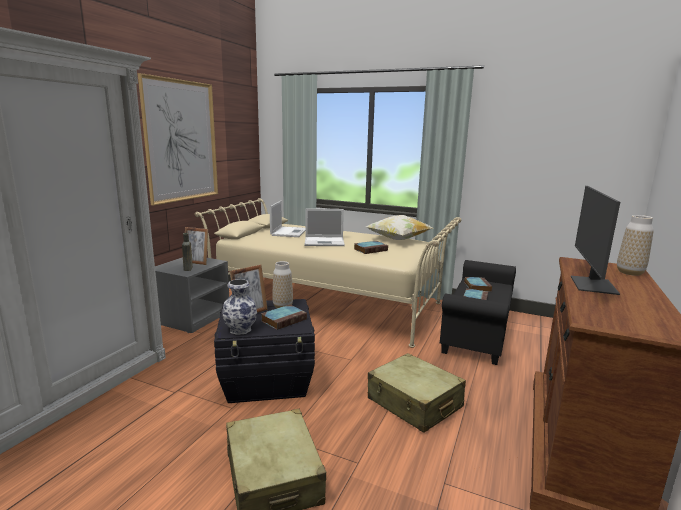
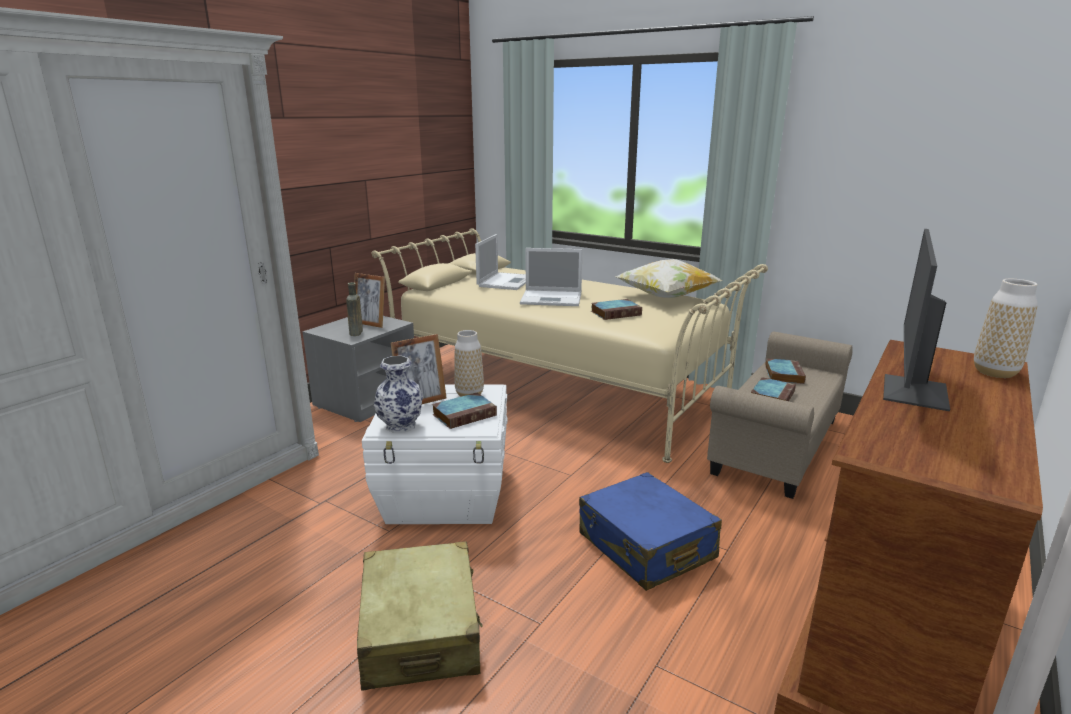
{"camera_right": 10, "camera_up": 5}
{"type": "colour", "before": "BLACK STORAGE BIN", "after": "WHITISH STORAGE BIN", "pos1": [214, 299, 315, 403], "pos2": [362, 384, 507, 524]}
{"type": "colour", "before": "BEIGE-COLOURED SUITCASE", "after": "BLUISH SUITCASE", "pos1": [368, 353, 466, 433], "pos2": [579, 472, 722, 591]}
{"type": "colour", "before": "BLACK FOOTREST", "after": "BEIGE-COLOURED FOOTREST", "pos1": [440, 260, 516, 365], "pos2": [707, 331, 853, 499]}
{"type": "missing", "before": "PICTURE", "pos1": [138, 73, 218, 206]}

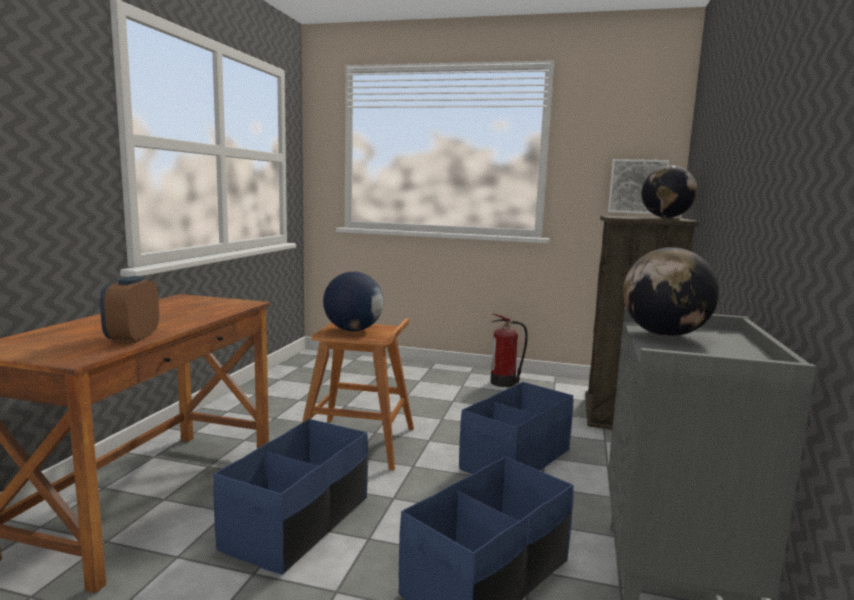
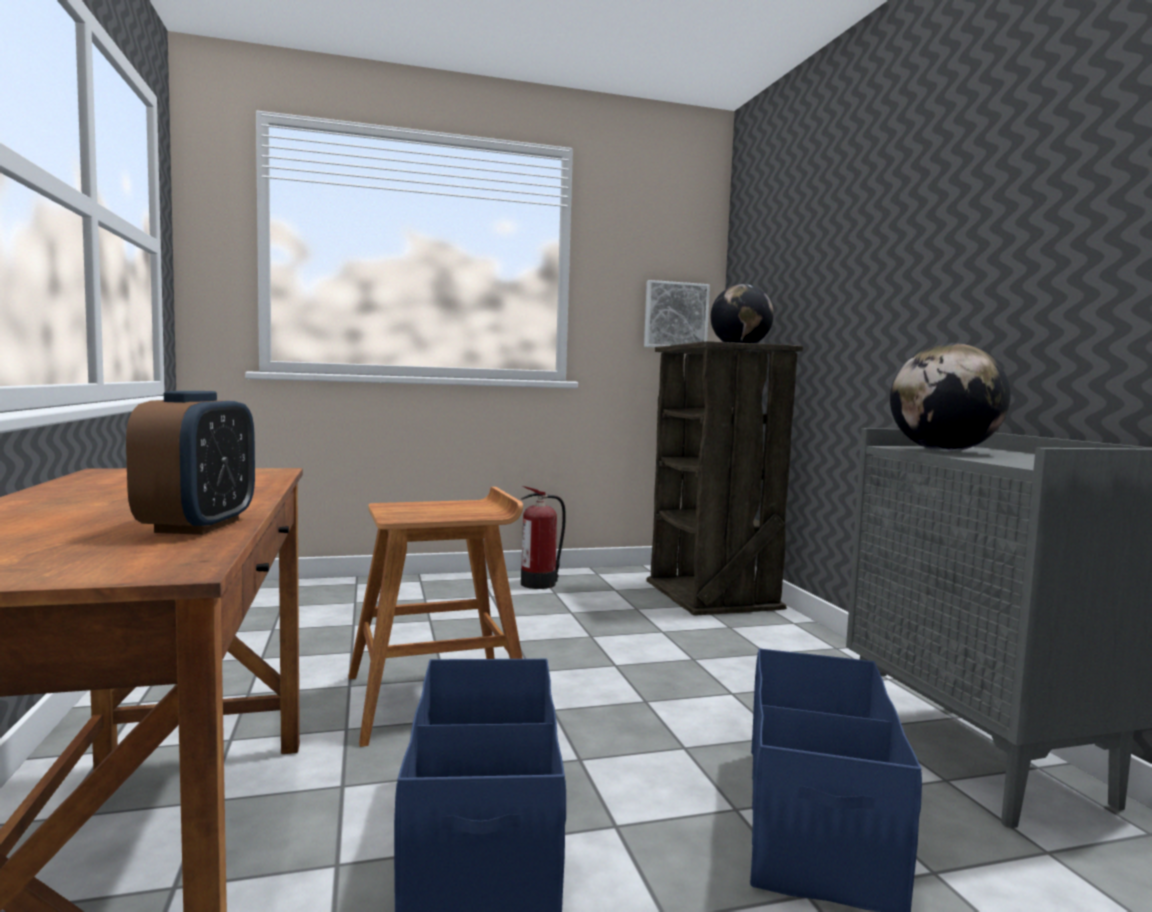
{"camera_right": -30, "camera_up": -5}
{"type": "spun", "before": "ALARM CLOCK", "pos1": [100, 276, 159, 343], "pos2": [126, 391, 255, 535], "turn": -150}
{"type": "missing", "before": "DESK GLOBE", "pos1": [323, 272, 384, 331]}
{"type": "missing", "before": "BLUISH STORAGE BIN", "pos1": [459, 382, 573, 474]}

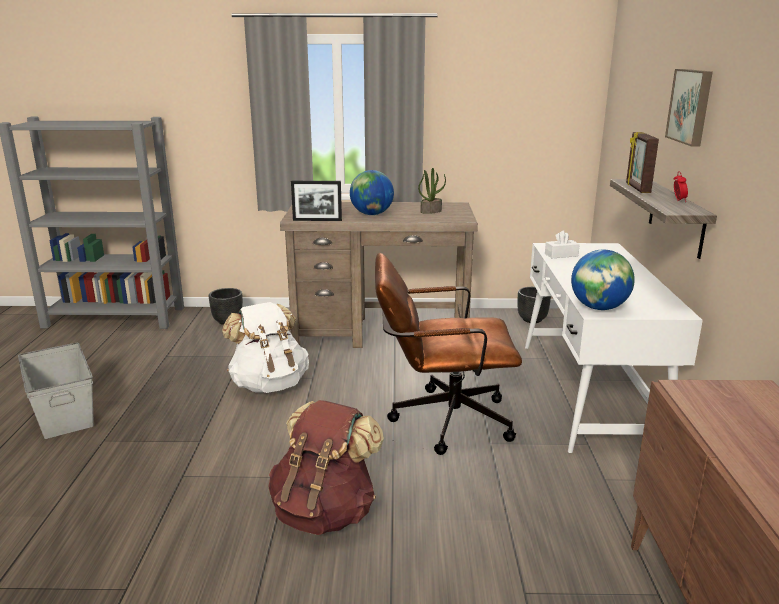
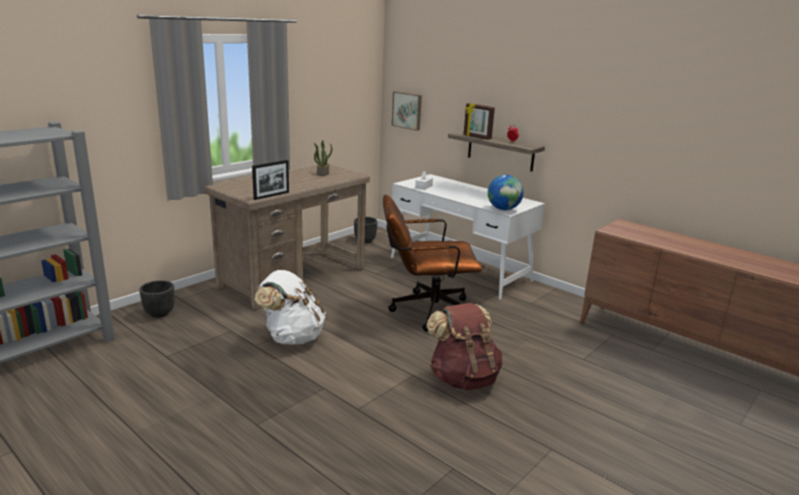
{"camera_right": -50, "camera_up": 0}
{"type": "spun", "before": "BROWNISH DESK CHAIR", "pos1": [375, 253, 522, 455], "pos2": [383, 195, 482, 332], "turn": 45}
{"type": "relocated", "before": "PICTURE", "pos1": [665, 69, 713, 147], "pos2": [392, 91, 422, 131]}
{"type": "missing", "before": "GRAY STORAGE BIN", "pos1": [18, 343, 94, 439]}
{"type": "missing", "before": "DESK GLOBE", "pos1": [350, 170, 394, 215]}

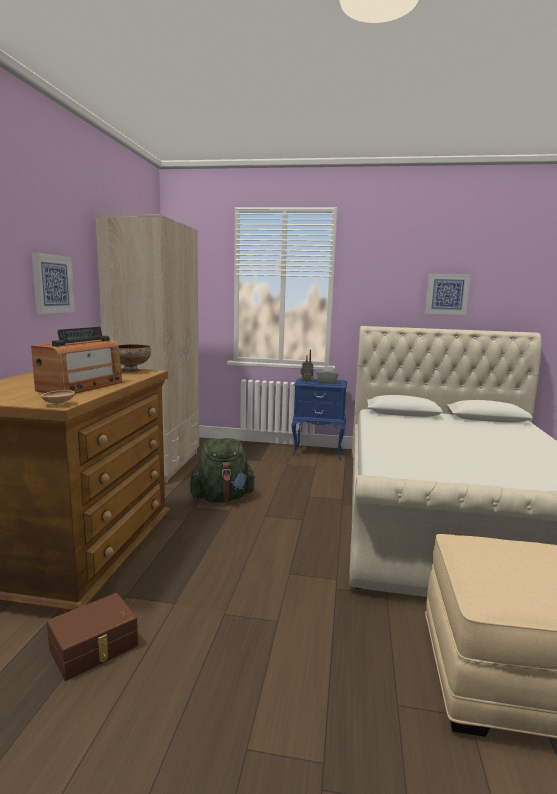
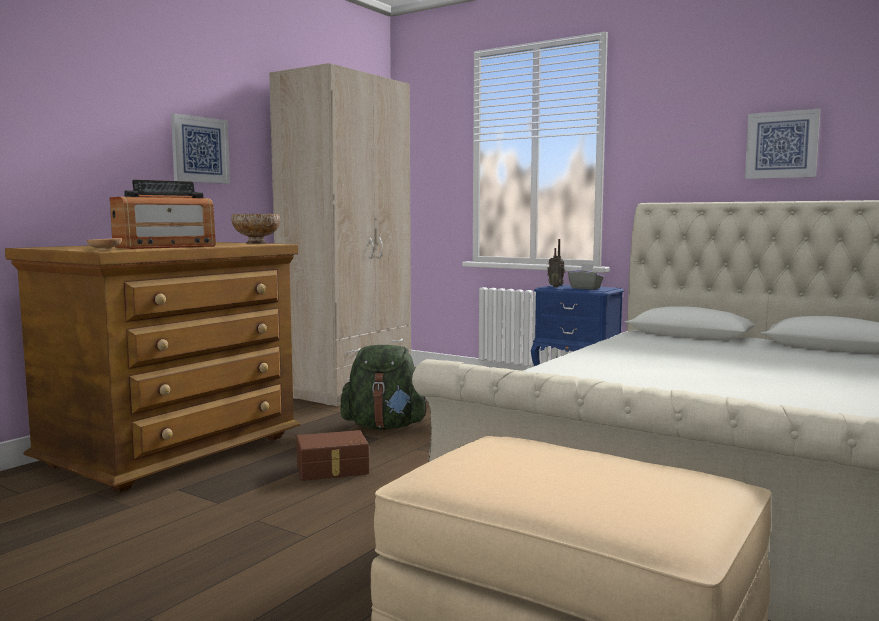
{"camera_right": 25, "camera_up": -5}
{"type": "relocated", "before": "BROWNISH STORAGE BIN", "pos1": [47, 593, 138, 681], "pos2": [296, 430, 369, 481]}

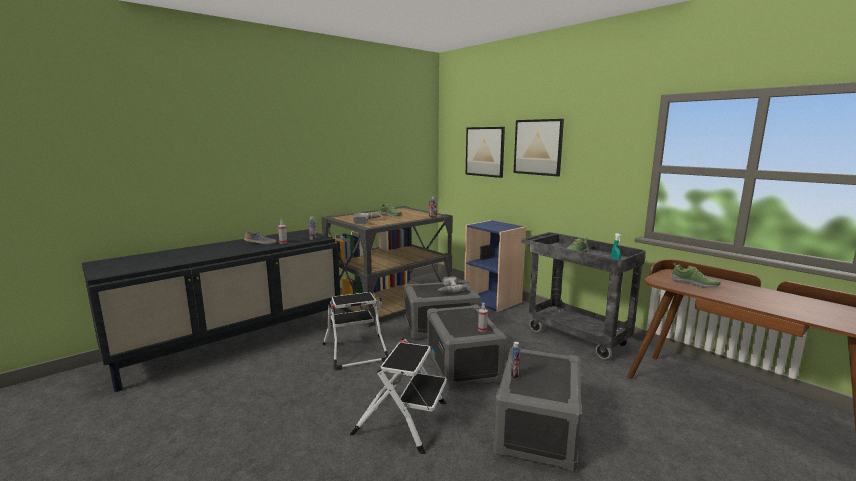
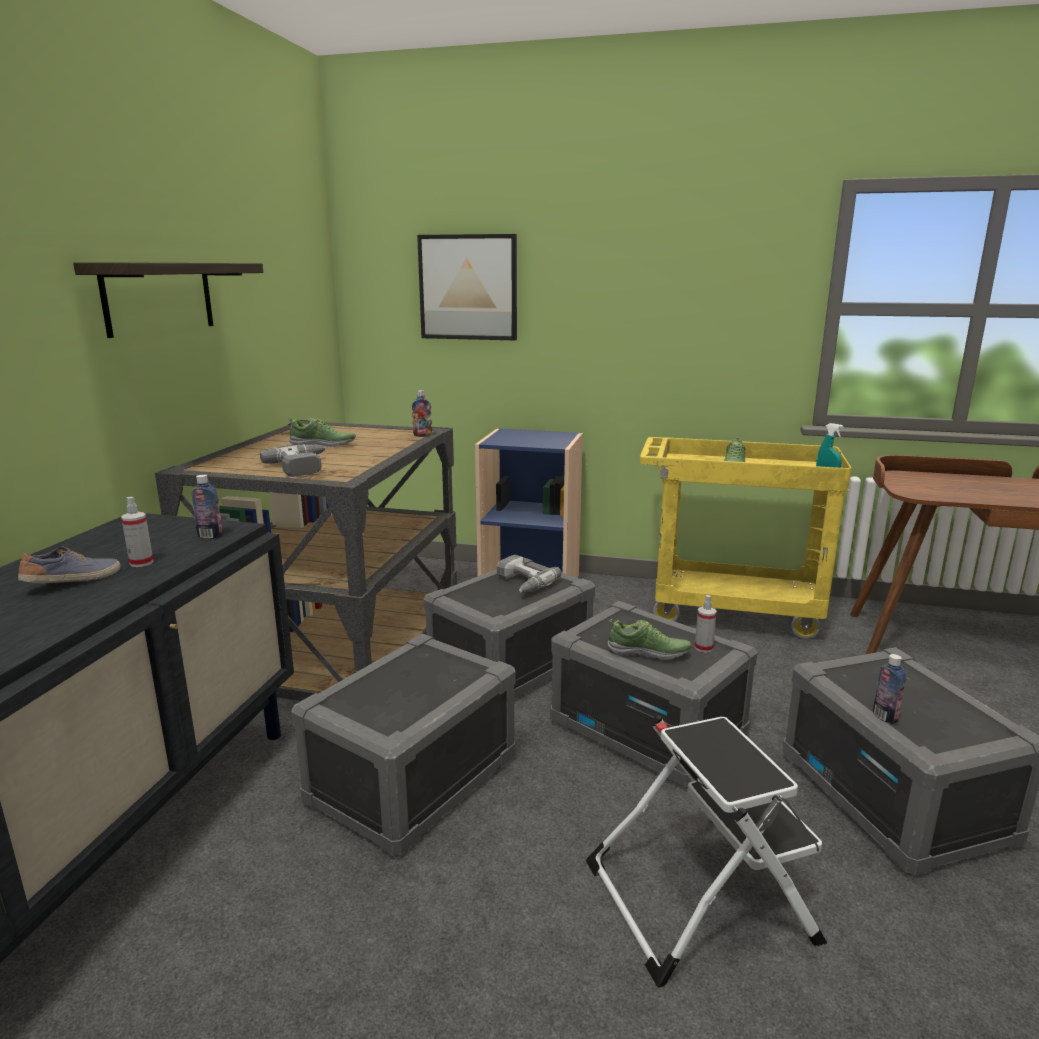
{"camera_right": -35, "camera_up": 5}
{"type": "appeared", "after": "WALL SHELF", "pos2": [73, 262, 263, 338]}
{"type": "exchanged", "before": "STEP LADDER", "after": "GRAY STORAGE BIN", "pos1": [323, 292, 388, 370], "pos2": [291, 633, 516, 857]}
{"type": "relocated", "before": "SHOE", "pos1": [671, 263, 721, 287], "pos2": [608, 619, 692, 660]}
{"type": "colour", "before": "GRAY WHEELED CART", "after": "YELLOW-COLOURED WHEELED CART", "pos1": [522, 232, 646, 359], "pos2": [640, 437, 851, 639]}
{"type": "missing", "before": "PICTURE", "pos1": [514, 119, 564, 177]}

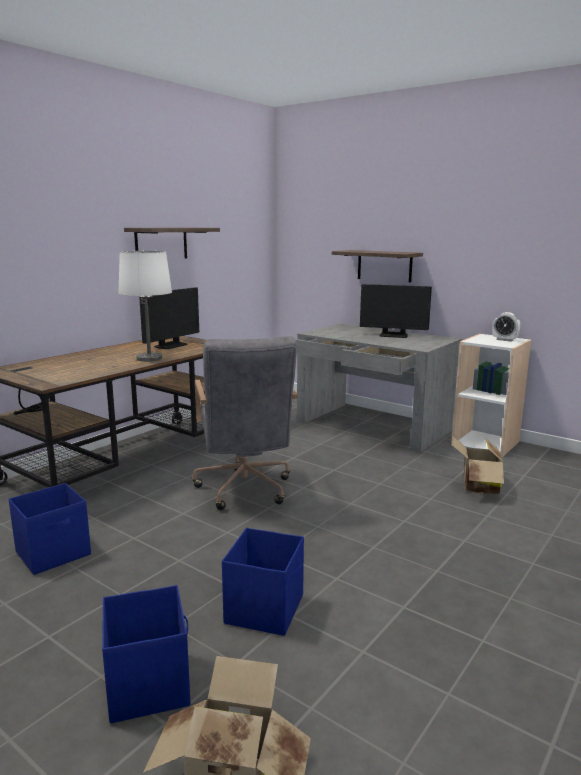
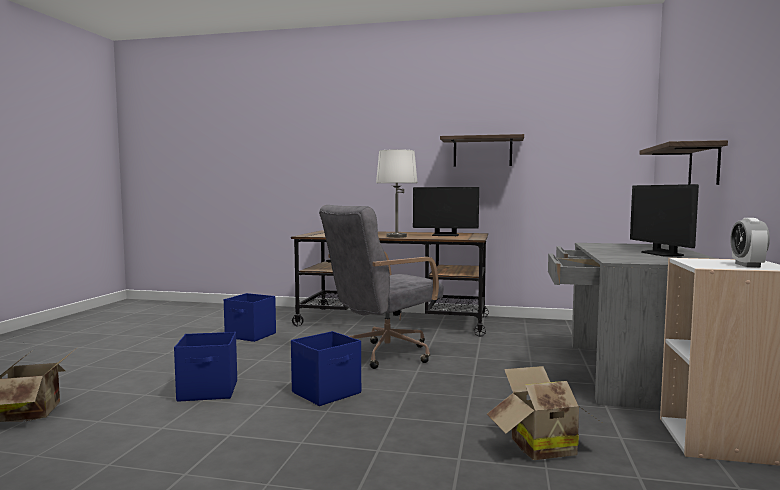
{"camera_right": 65, "camera_up": -10}
{"type": "relocated", "before": "BLUISH STORAGE BIN", "pos1": [102, 585, 190, 723], "pos2": [291, 331, 361, 406]}

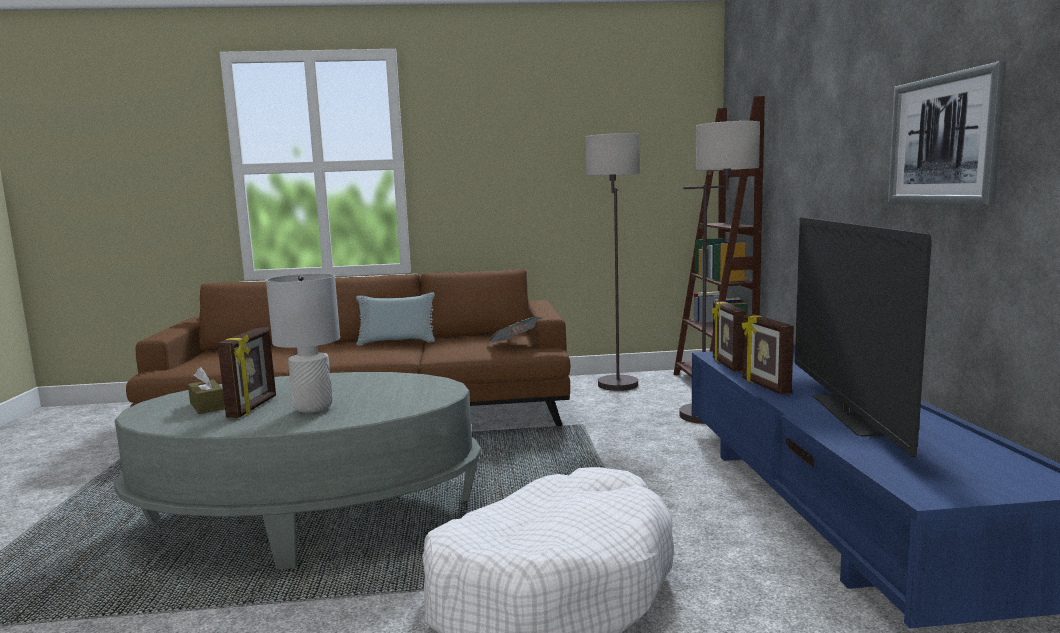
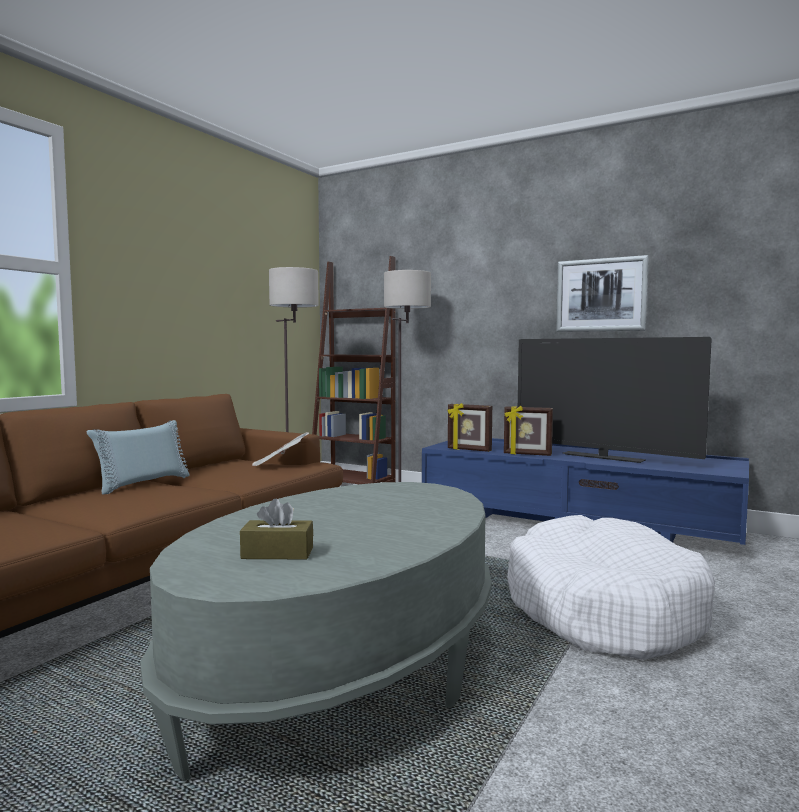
{"camera_right": -55, "camera_up": -5}
{"type": "missing", "before": "PICTURE FRAME", "pos1": [217, 328, 276, 418]}
{"type": "missing", "before": "GRAY TABLE LAMP", "pos1": [266, 273, 340, 413]}

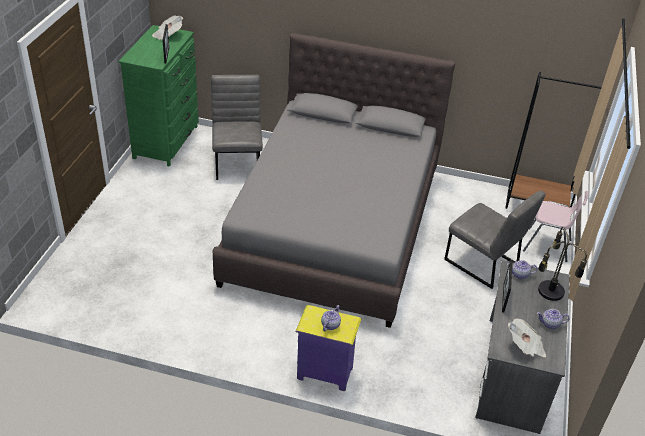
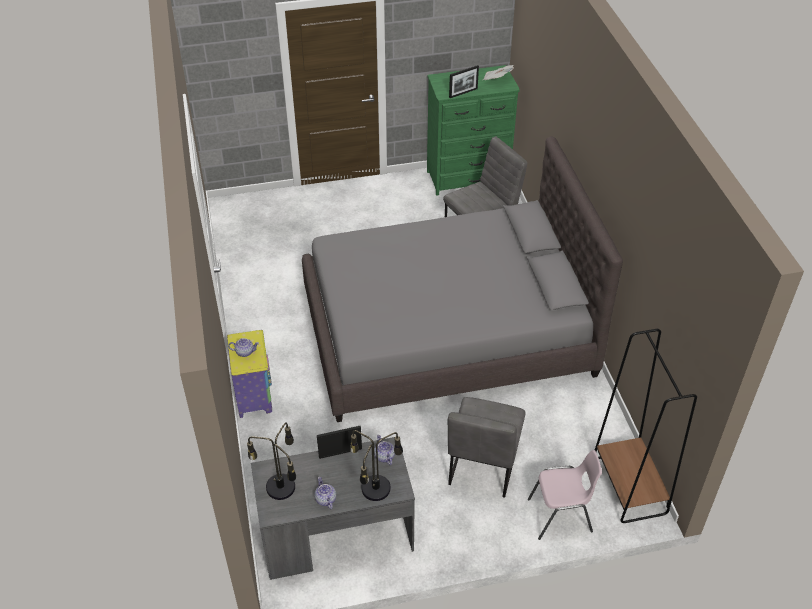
{"camera_right": 65, "camera_up": 5}
{"type": "exchanged", "before": "PRINTED PAPER", "after": "TABLE LAMP", "pos1": [508, 319, 546, 357], "pos2": [247, 422, 296, 500]}
{"type": "spun", "before": "PINKISH UPRIGHT CHAIR", "pos1": [523, 191, 588, 262], "pos2": [528, 450, 602, 540], "turn": -90}

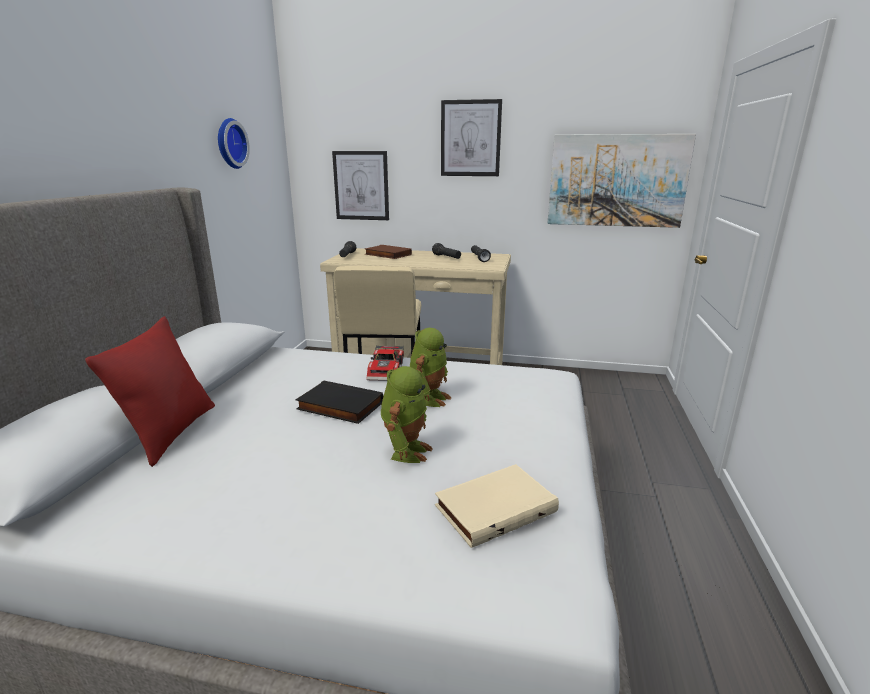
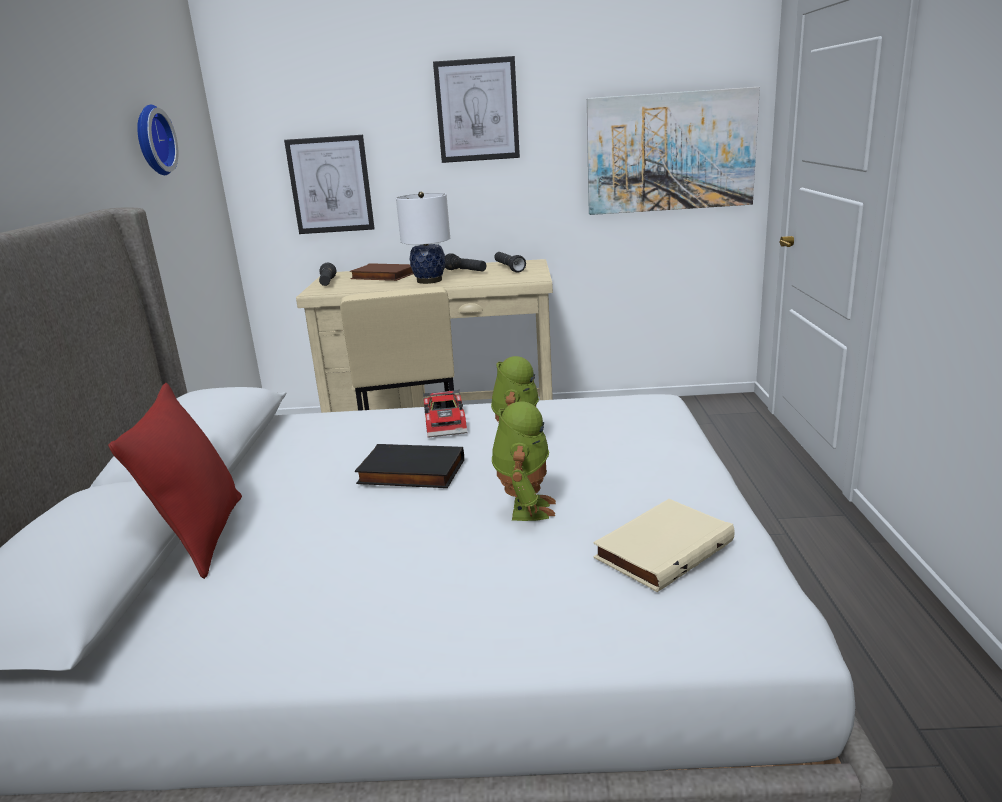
{"camera_right": -10, "camera_up": 0}
{"type": "appeared", "after": "WHITISH TABLE LAMP", "pos2": [396, 192, 450, 284]}

